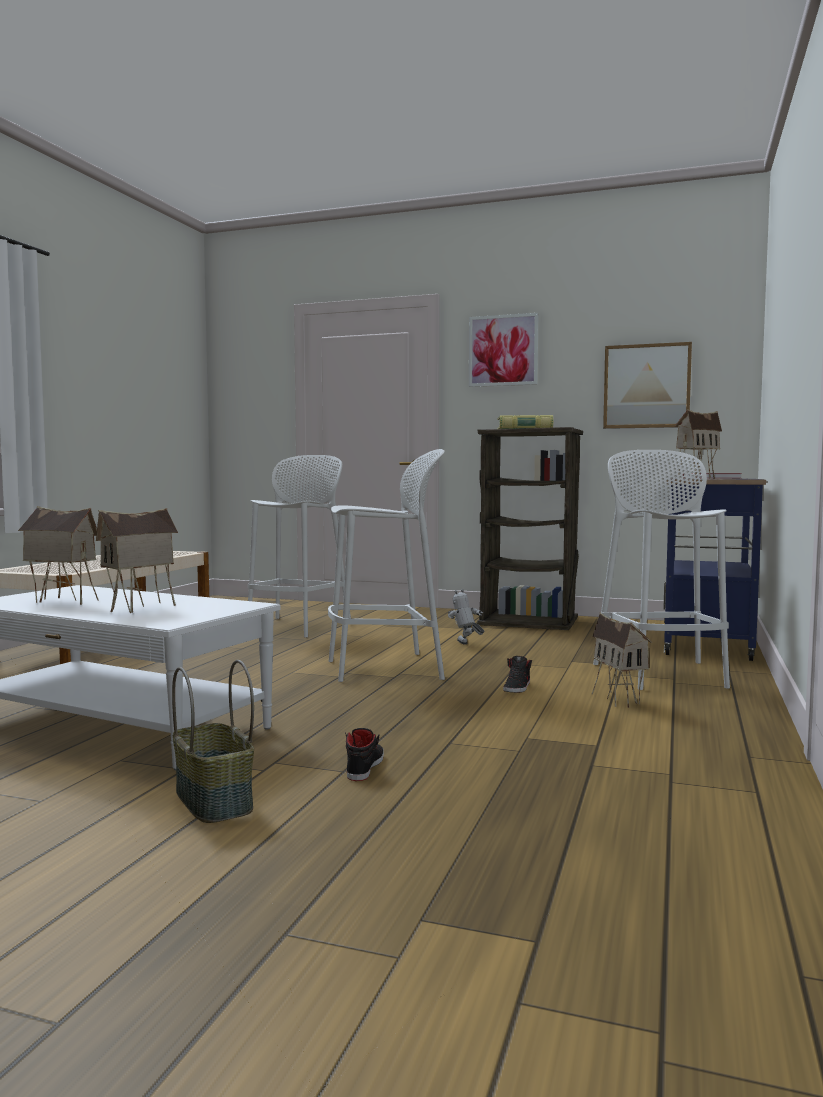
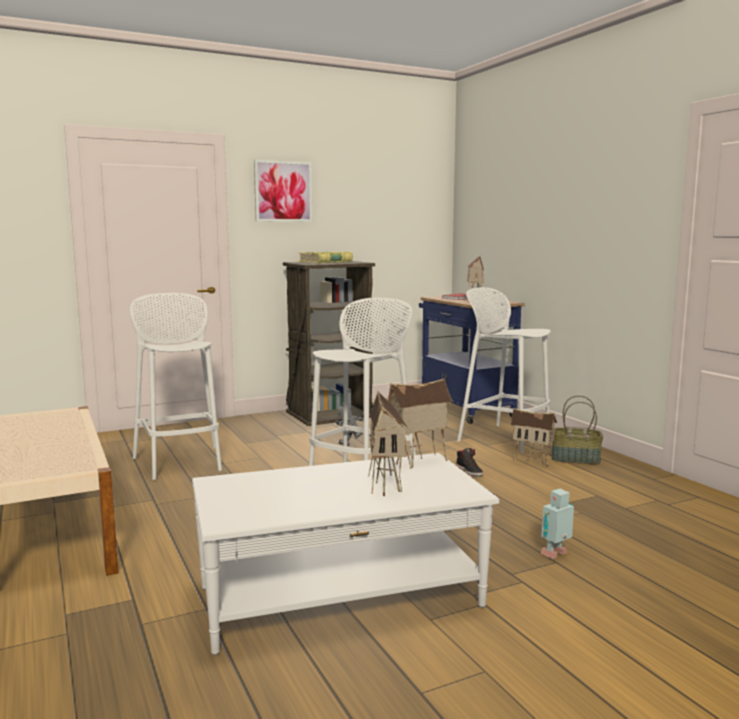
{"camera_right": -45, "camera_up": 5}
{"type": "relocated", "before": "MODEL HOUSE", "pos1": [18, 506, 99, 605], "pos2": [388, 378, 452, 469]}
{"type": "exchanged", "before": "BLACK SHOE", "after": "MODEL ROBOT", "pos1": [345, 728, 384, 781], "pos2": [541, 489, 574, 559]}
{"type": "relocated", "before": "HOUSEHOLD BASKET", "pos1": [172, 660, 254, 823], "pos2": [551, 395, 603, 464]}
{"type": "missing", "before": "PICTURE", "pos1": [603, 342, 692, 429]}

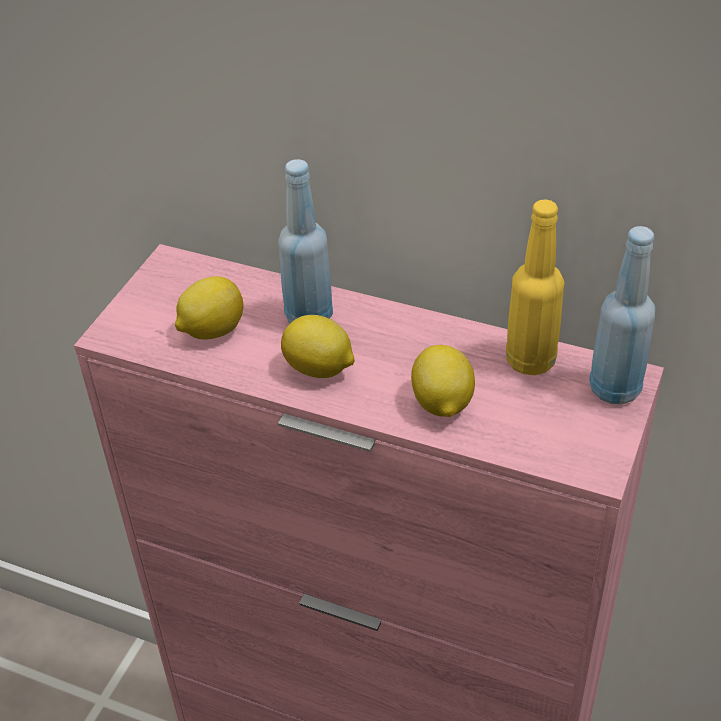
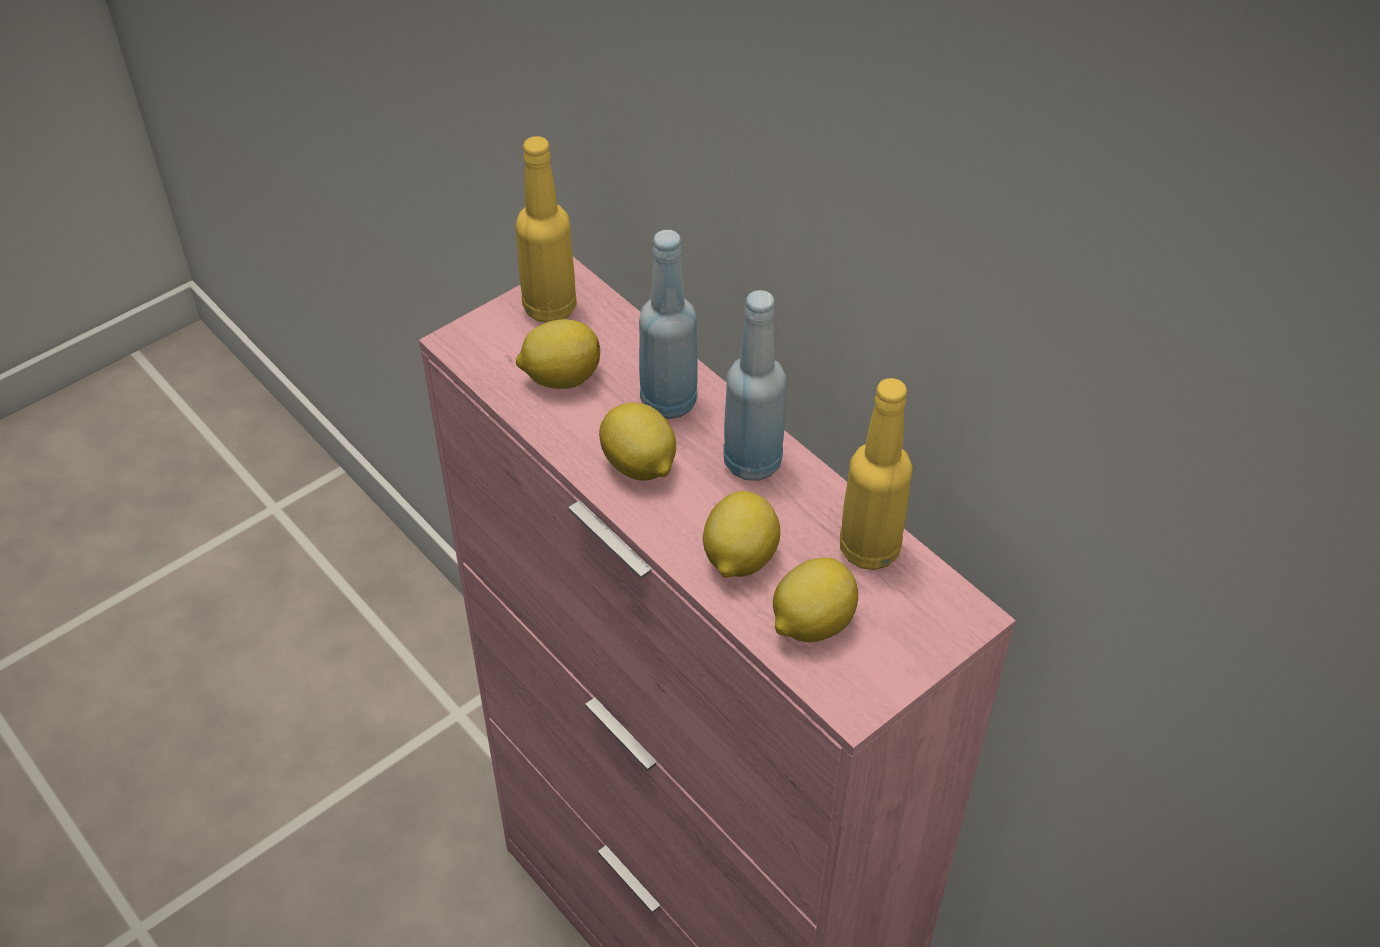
{"camera_right": 25, "camera_up": 5}
{"type": "appeared", "after": "YELLOW-COLOURED BEVERAGE BOTTLE", "pos2": [515, 136, 577, 323]}
{"type": "relocated", "before": "BLUISH BEVERAGE BOTTLE", "pos1": [589, 226, 655, 404], "pos2": [723, 290, 787, 481]}
{"type": "appeared", "after": "CITRUS FRUIT", "pos2": [773, 557, 858, 642]}

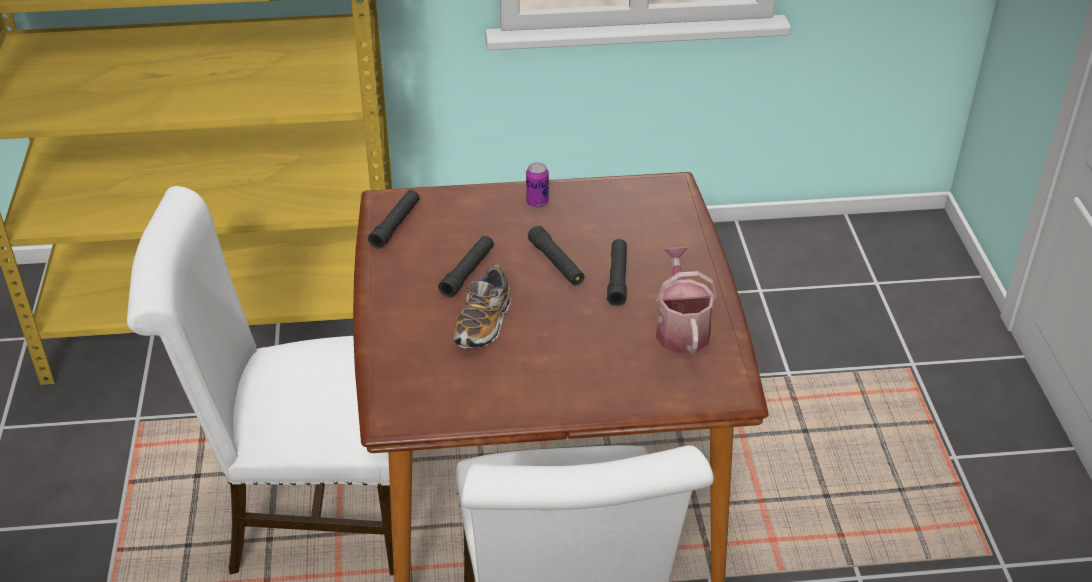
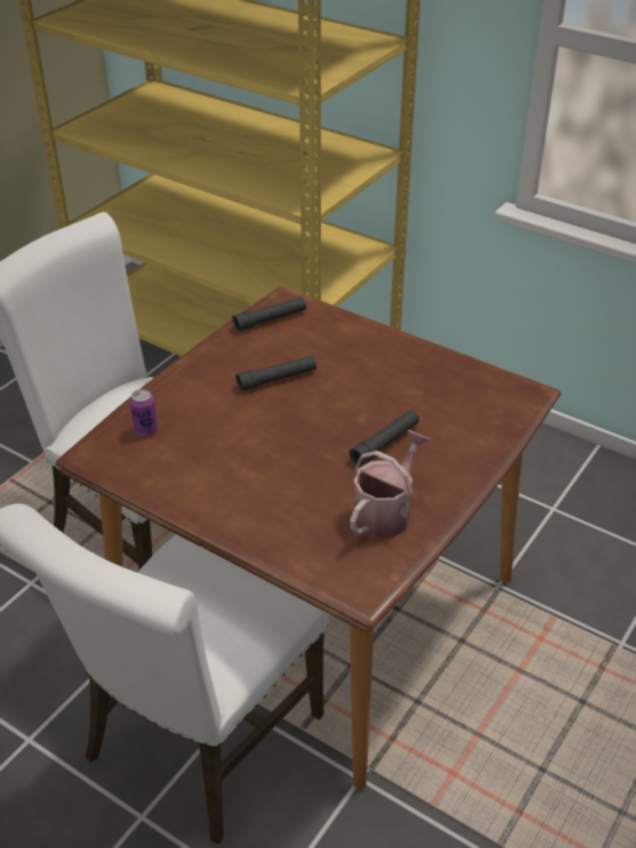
{"camera_right": 40, "camera_up": 0}
{"type": "relocated", "before": "CAN", "pos1": [526, 162, 549, 207], "pos2": [130, 389, 158, 436]}
{"type": "missing", "before": "SHOE", "pos1": [454, 264, 511, 348]}
{"type": "missing", "before": "BLACK FLASHLIGHT", "pos1": [528, 226, 584, 285]}

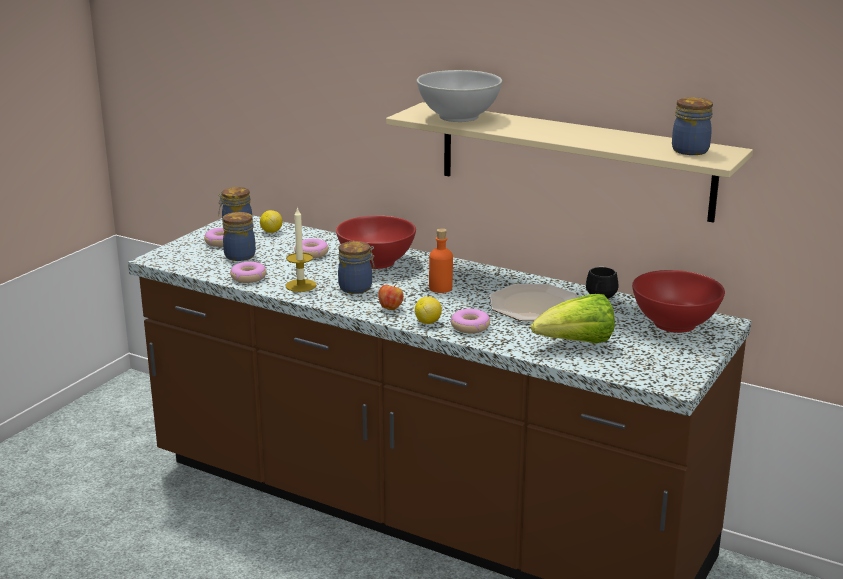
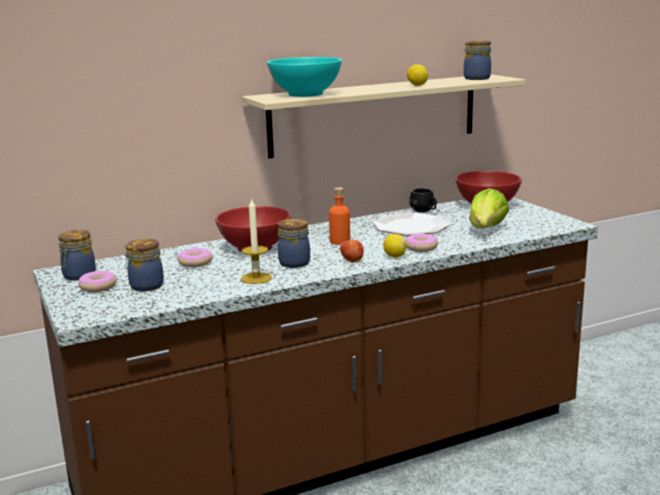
{"camera_right": -55, "camera_up": -5}
{"type": "colour", "before": "WHITISH DEEP DISH", "after": "TURQUOISE-COLOURED DEEP DISH", "pos1": [417, 70, 502, 122], "pos2": [267, 57, 342, 97]}
{"type": "relocated", "before": "CITRUS FRUIT", "pos1": [260, 210, 282, 233], "pos2": [407, 64, 428, 86]}
{"type": "missing", "before": "DOUGHNUT", "pos1": [230, 262, 266, 283]}

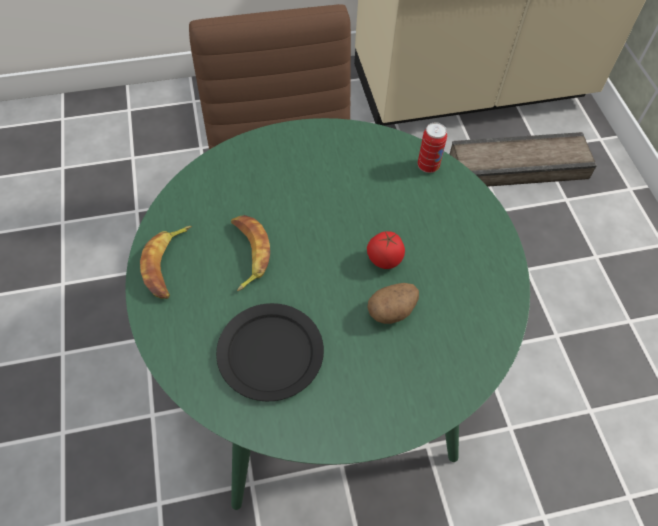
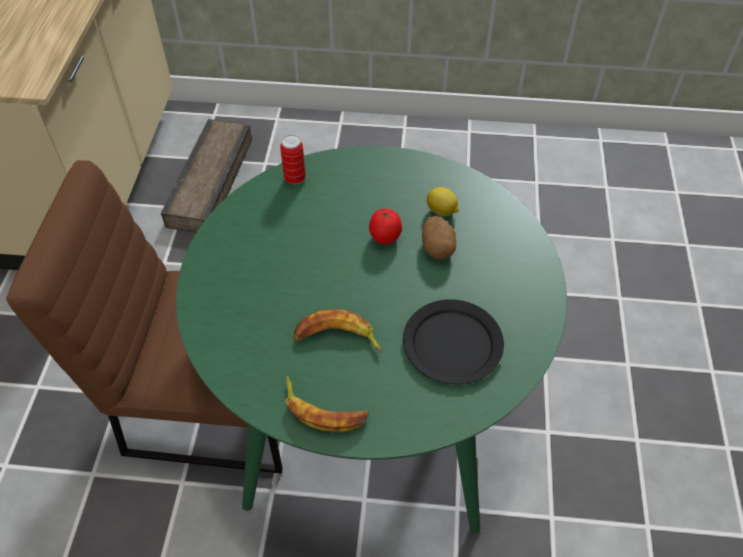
{"camera_right": -70, "camera_up": -5}
{"type": "appeared", "after": "CITRUS FRUIT", "pos2": [427, 187, 459, 216]}

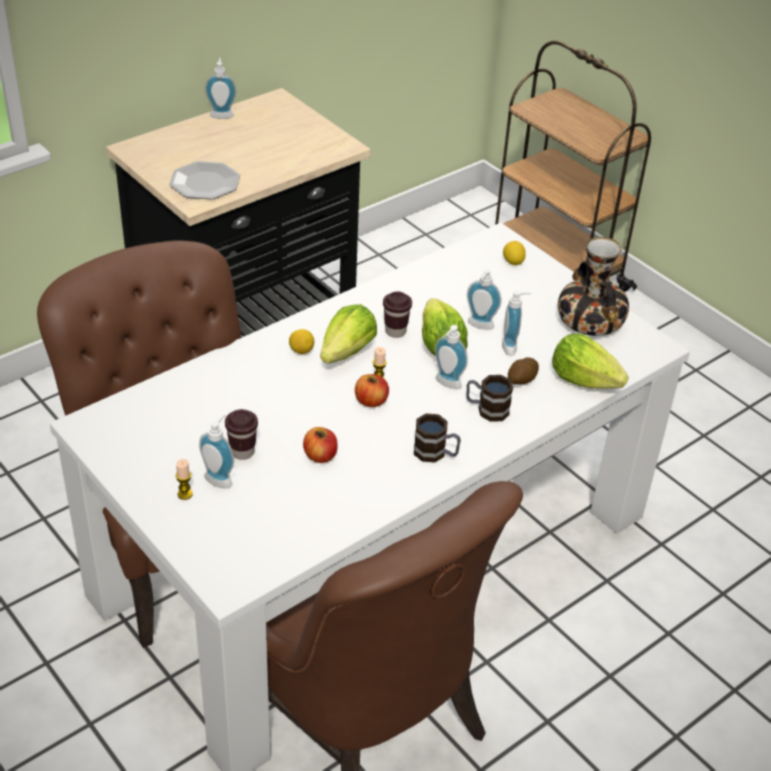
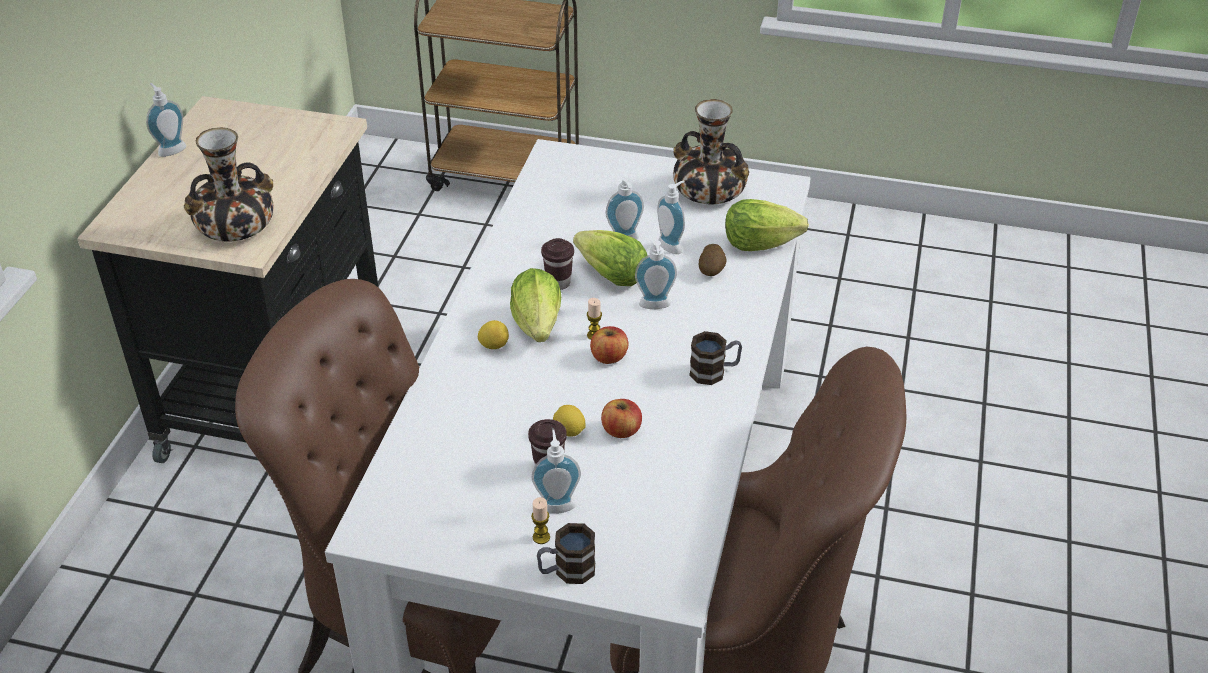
{"camera_right": -35, "camera_up": 0}
{"type": "exchanged", "before": "PLATE", "after": "VASE", "pos1": [169, 161, 240, 200], "pos2": [184, 127, 273, 241]}
{"type": "relocated", "before": "MUG", "pos1": [466, 375, 513, 422], "pos2": [537, 523, 595, 584]}
{"type": "relocated", "before": "CITRUS FRUIT", "pos1": [503, 241, 526, 265], "pos2": [553, 405, 586, 437]}

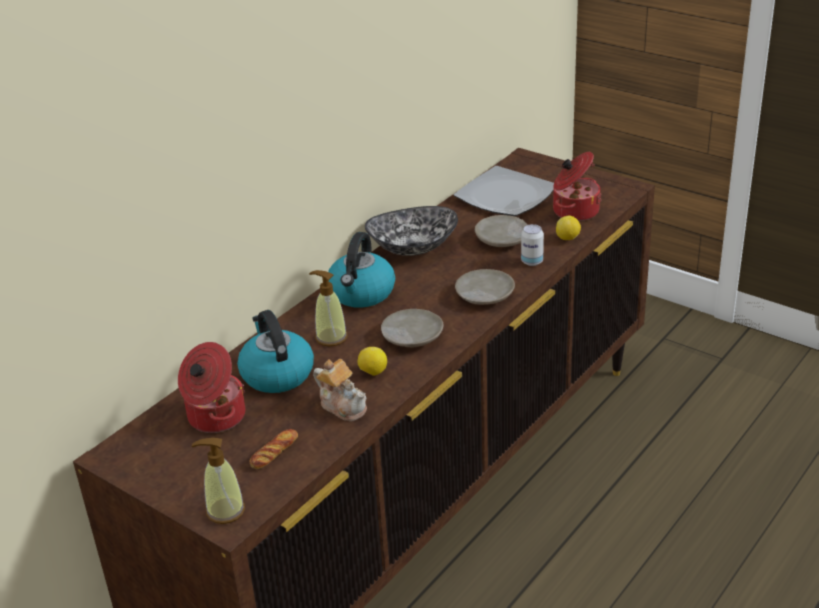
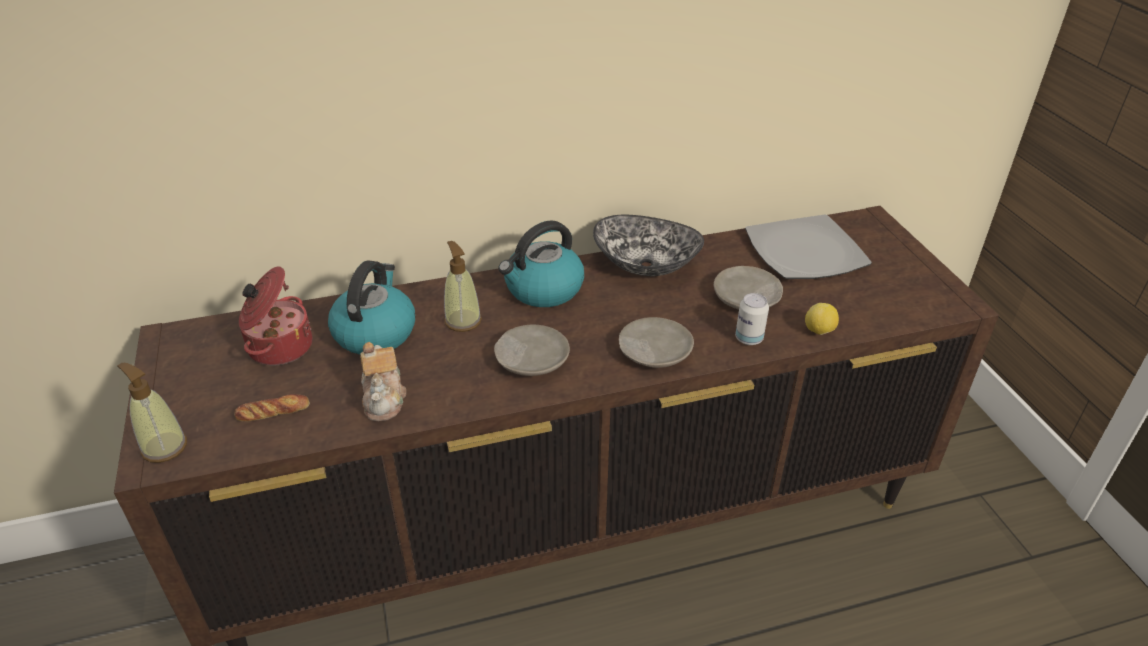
{"camera_right": 35, "camera_up": 5}
{"type": "missing", "before": "CITRUS FRUIT", "pos1": [357, 347, 387, 376]}
{"type": "missing", "before": "COOKING POT", "pos1": [553, 152, 602, 221]}

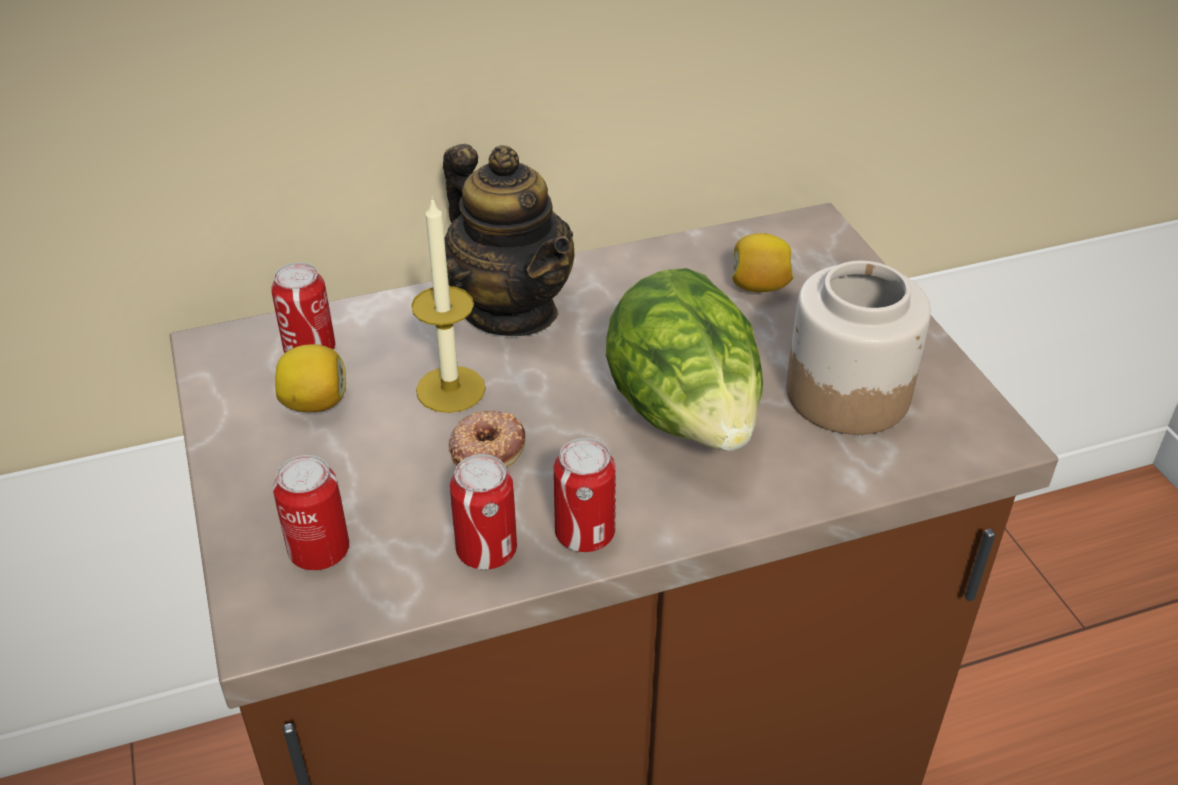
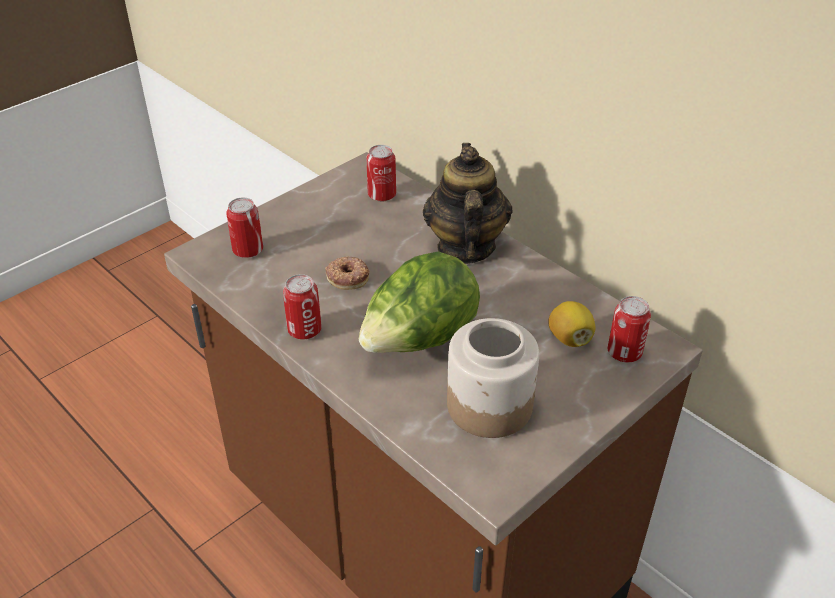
{"camera_right": 65, "camera_up": 0}
{"type": "spun", "before": "TEA POT", "pos1": [443, 144, 575, 336], "pos2": [423, 143, 513, 264], "turn": 150}
{"type": "relocated", "before": "CAN", "pos1": [450, 454, 517, 570], "pos2": [608, 296, 651, 363]}
{"type": "missing", "before": "CITRUS FRUIT", "pos1": [275, 344, 346, 412]}
{"type": "missing", "before": "WAX CANDLE", "pos1": [411, 197, 486, 413]}

